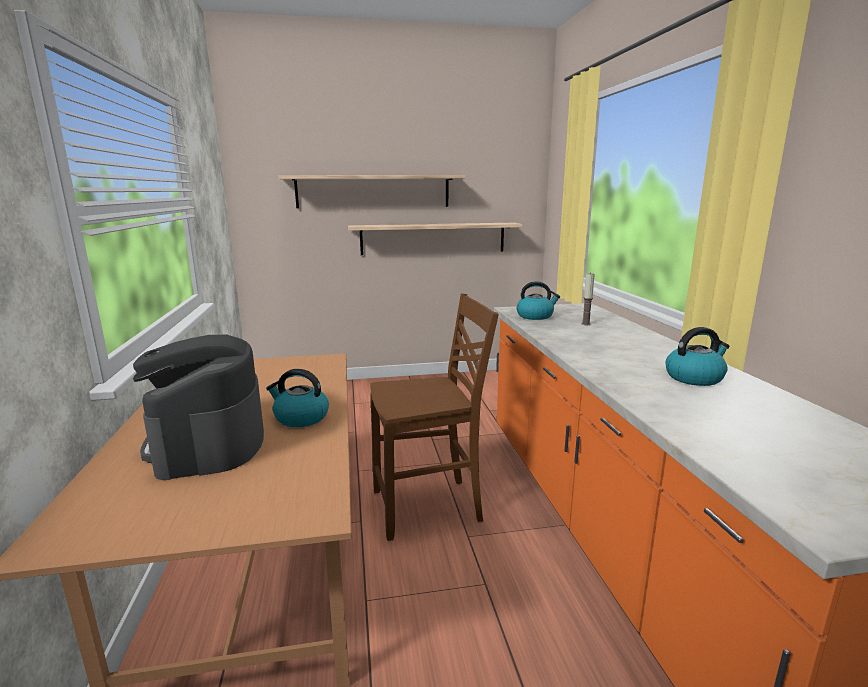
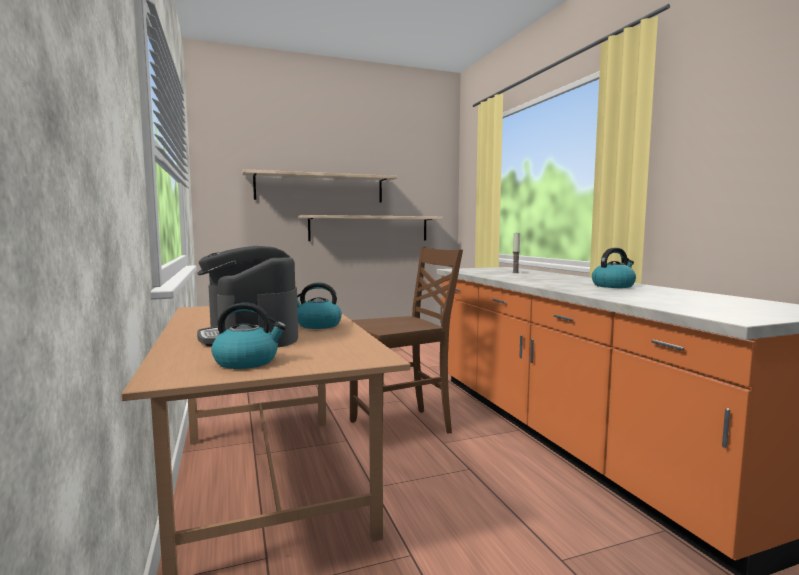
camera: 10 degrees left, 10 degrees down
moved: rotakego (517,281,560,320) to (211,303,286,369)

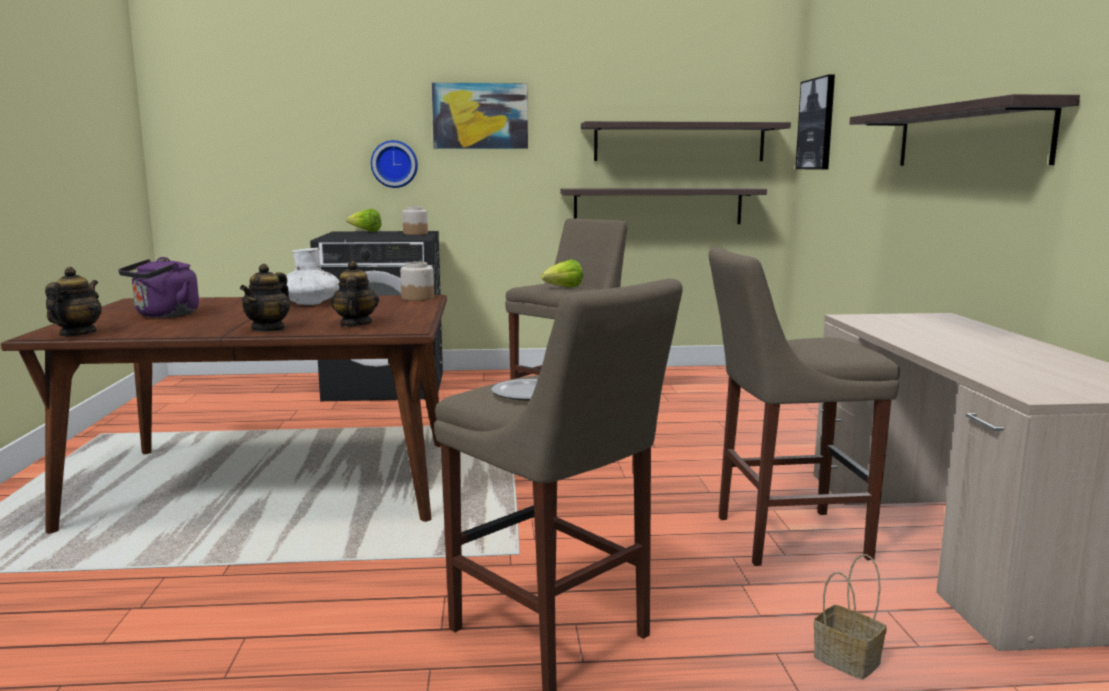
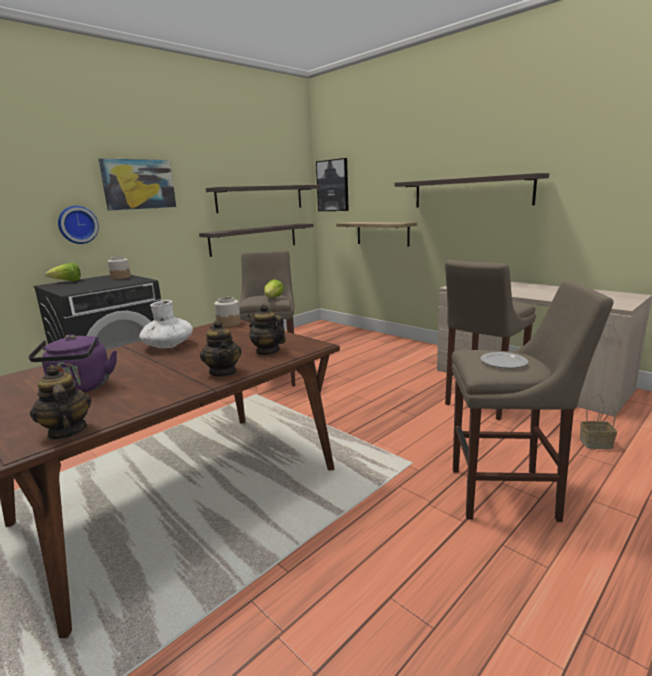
camera: 40 degrees left, 5 degrees up
added: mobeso (336,222,417,246)

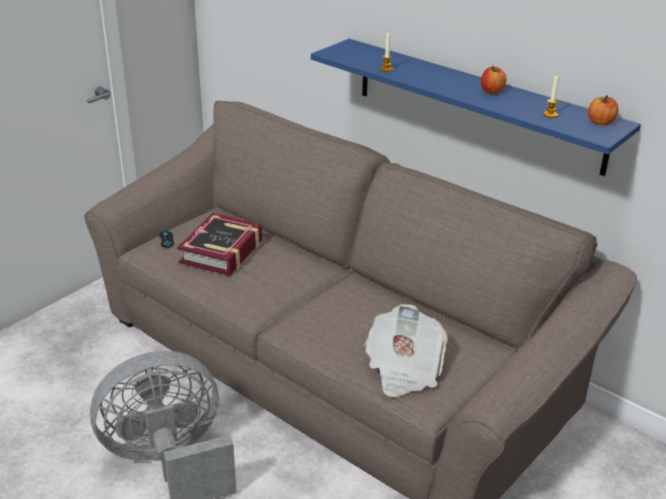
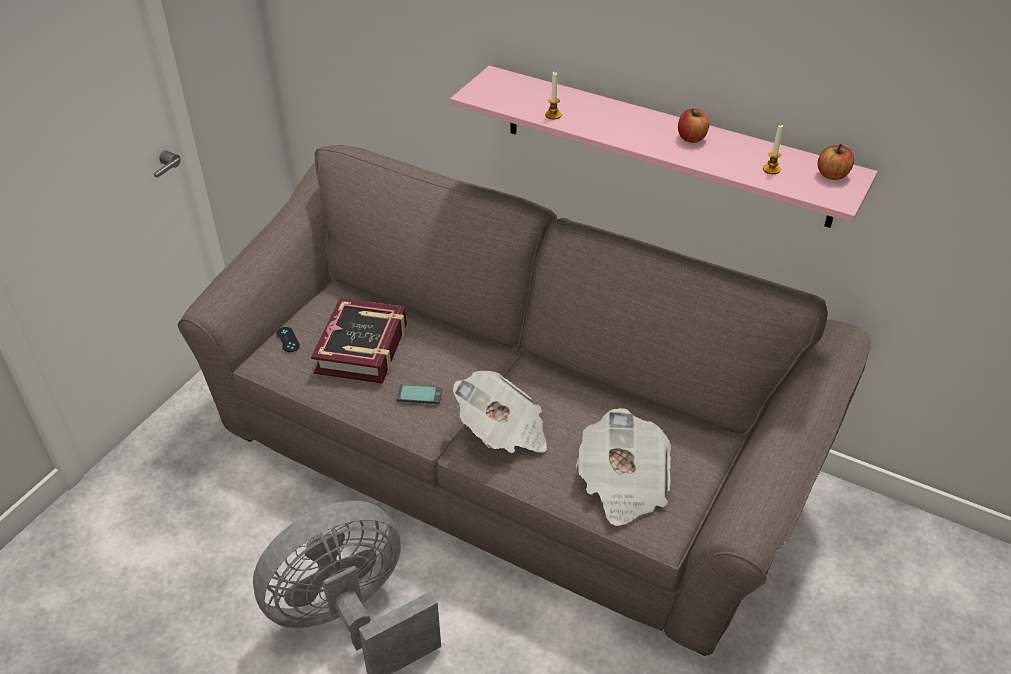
camera: 10 degrees left, 10 degrees up
added: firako (396,385,442,404); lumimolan (453,371,547,453)
recoloured: blue_mobeso (311,39,641,176) to pink_mobeso (450,66,878,228)

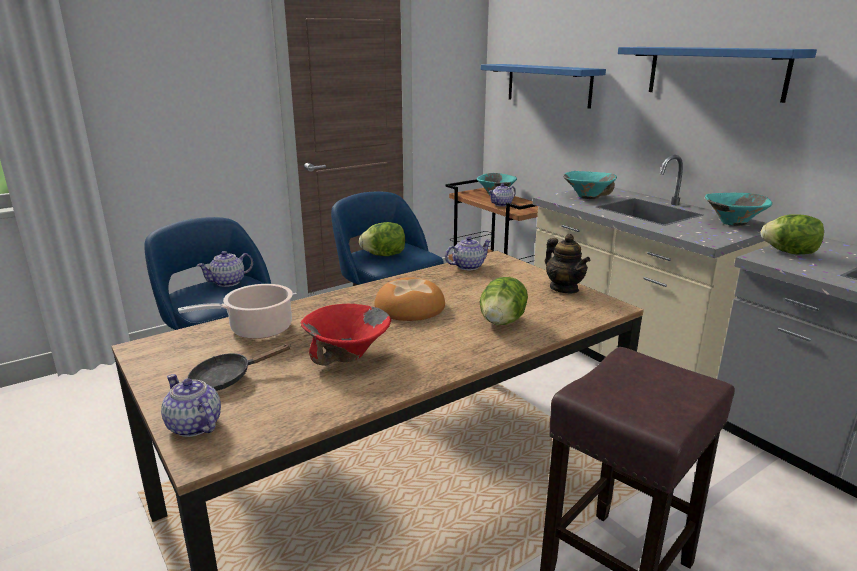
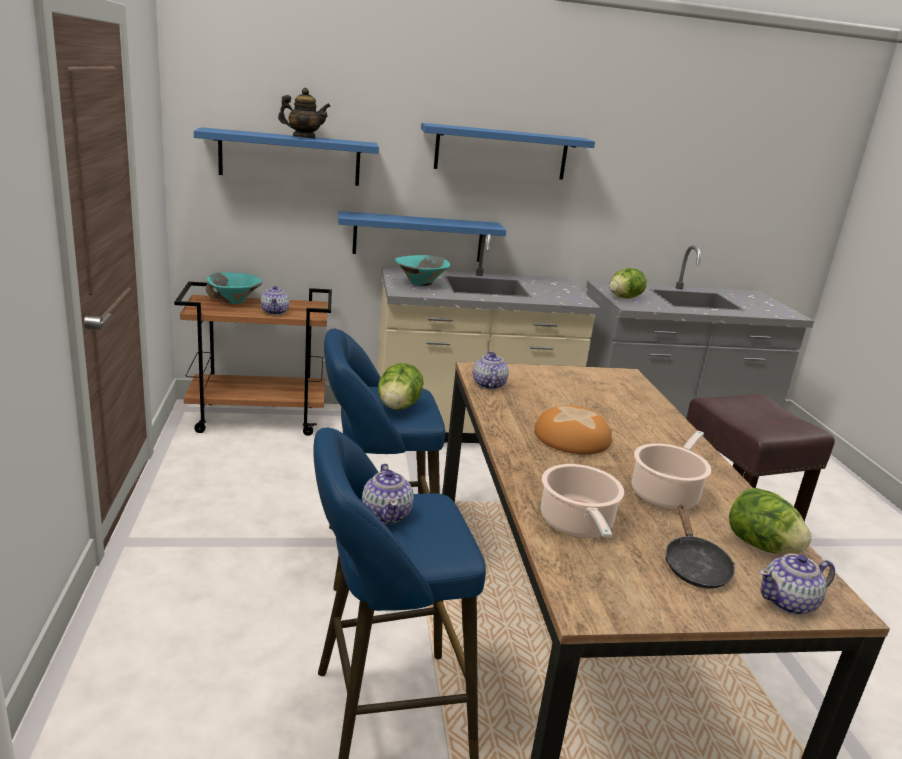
camera: 65 degrees left, 0 degrees up
removed: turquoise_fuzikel (705,193,772,226)
added: blue_mobeso (338,211,506,262)
moved: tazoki (480,277,528,325) to (729,488,812,554); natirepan (545,234,590,293) to (278,88,331,138)
replaced: red_fuzikel (301,304,391,366) to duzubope (632,431,711,510)

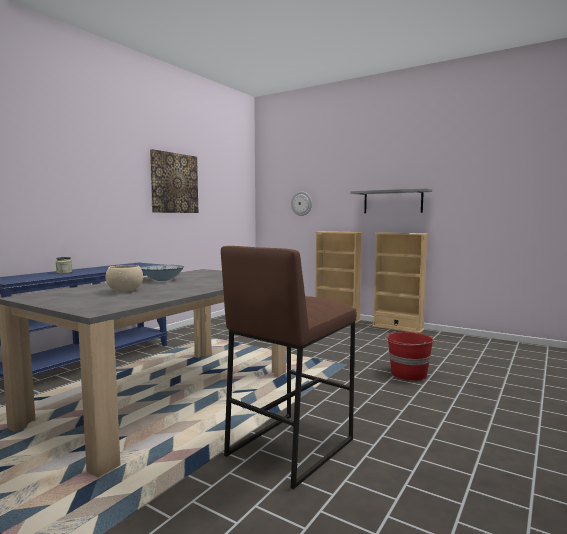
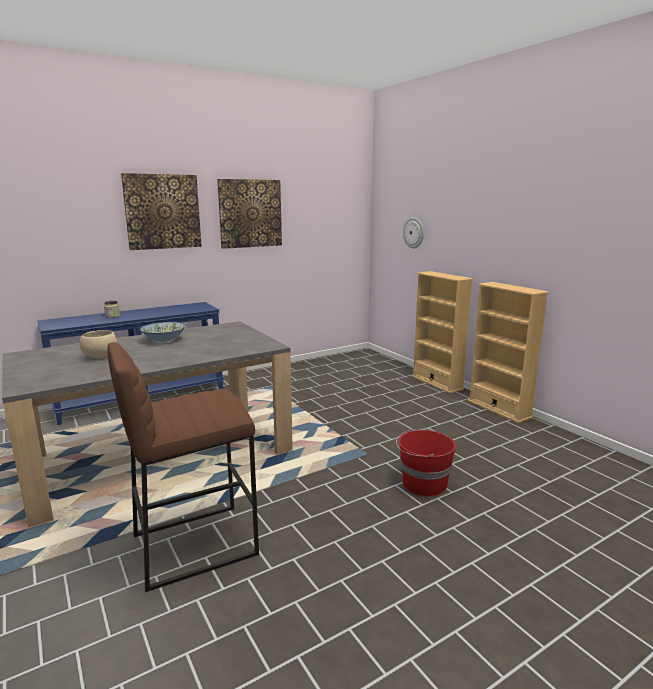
camera: 25 degrees right, 10 degrees up
removed: grey_mobeso (350,188,432,213)
added: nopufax (121,173,202,250)

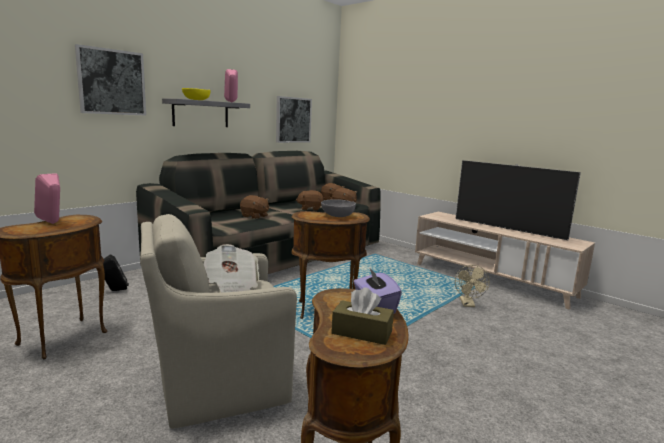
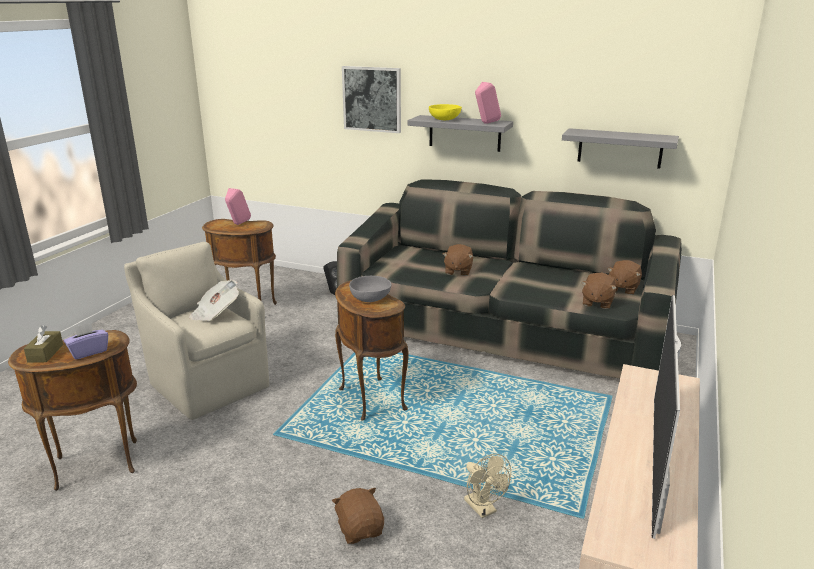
camera: 70 degrees right, 10 degrees up
moved: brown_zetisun (296,190,324,211) to (332,488,384,544)
replaced: nopufax (276,96,312,143) to grey_mobeso (562,128,679,169)
turned: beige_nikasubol (455,265,489,307) = (464,454,511,518) 105 degrees counterclockwise

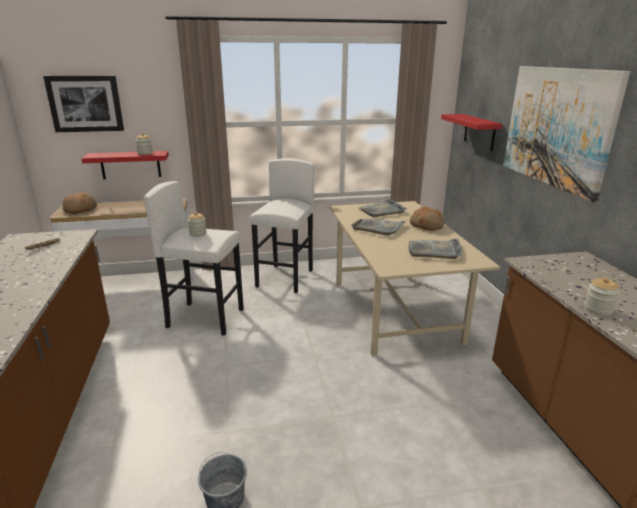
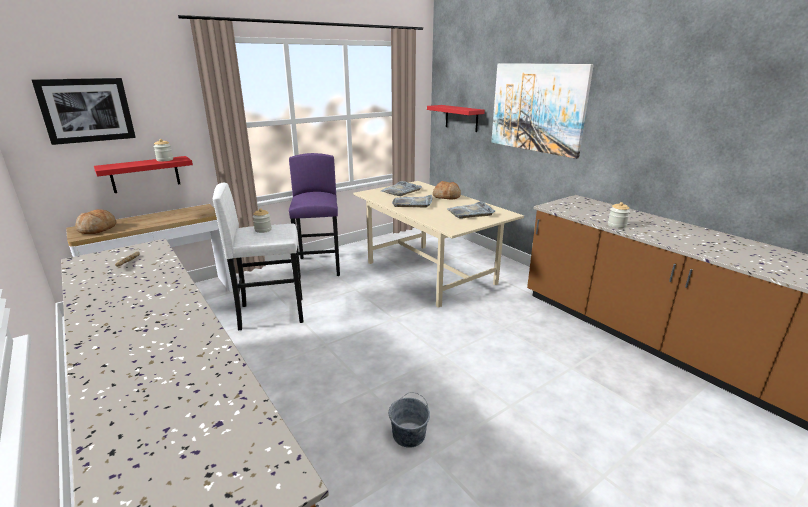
camera: 25 degrees left, 0 degrees up
recoloured: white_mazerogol (250,158,314,293) to purple_mazerogol (289,153,340,278)

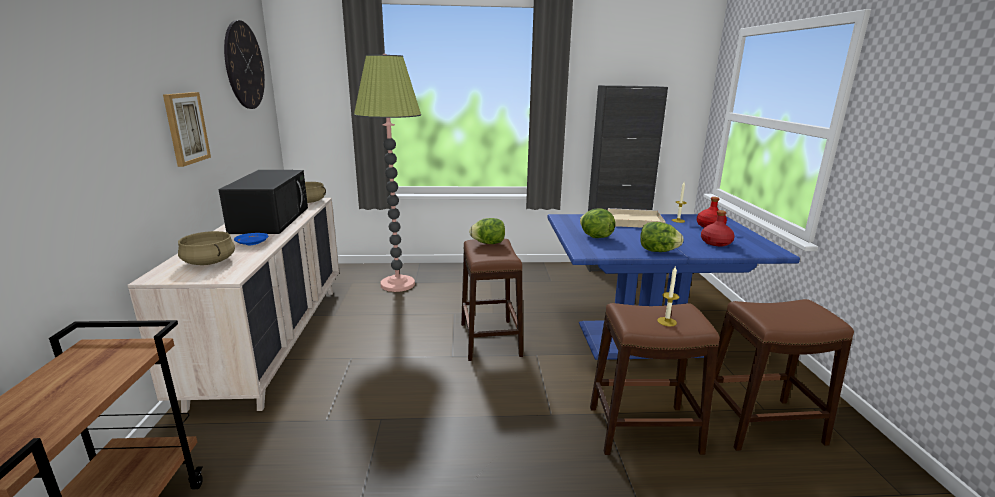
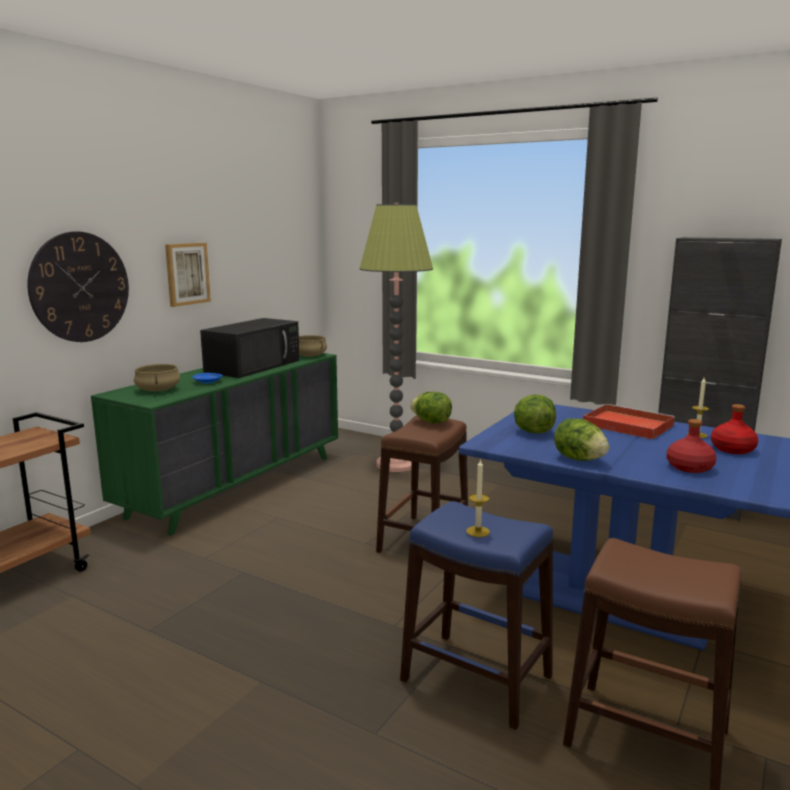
camera: 35 degrees right, 5 degrees down
moved: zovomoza (224,20,265,109) to (27,231,129,342)
recoloured: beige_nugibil (128,198,339,413) to green_nugibil (91,353,338,536); brown_mazerogol (590,303,720,455) to blue_mazerogol (400,501,553,730); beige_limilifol (608,208,666,228) to red_limilifol (583,404,675,439)

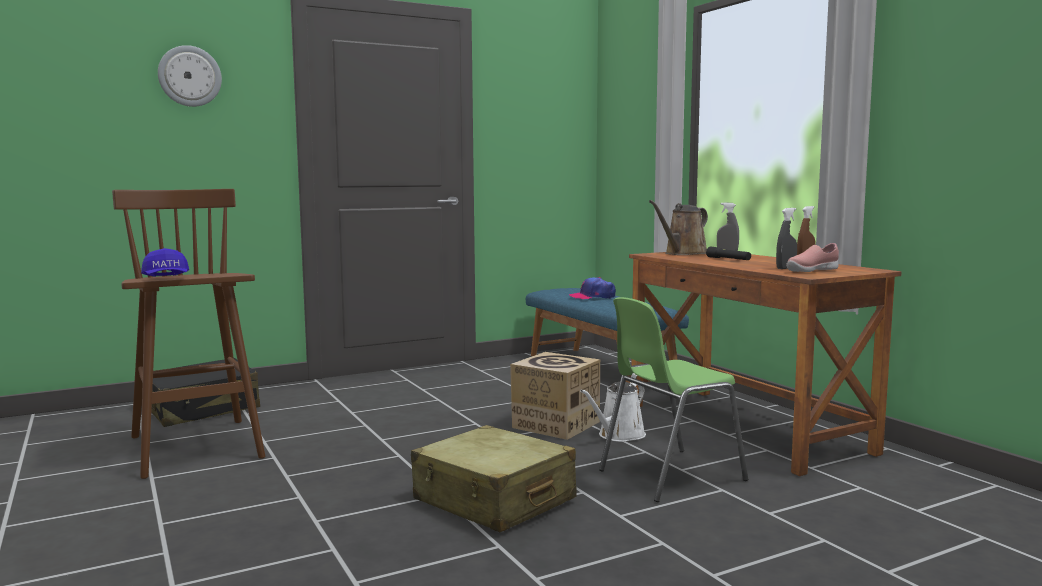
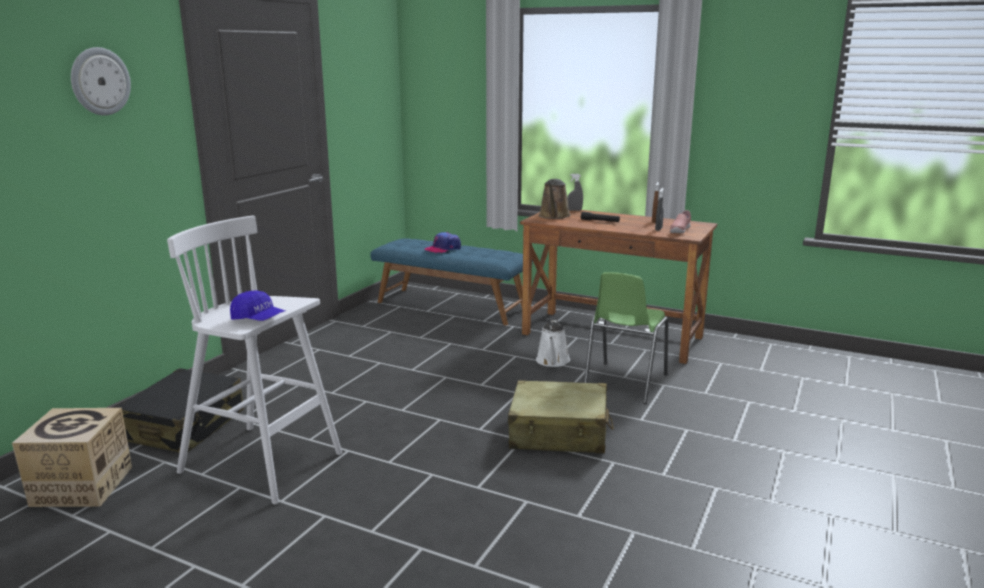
camera: 35 degrees left, 10 degrees up
moved: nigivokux (510,352,600,440) to (12,408,132,507)
recoloured: brown_mazerogol (112,189,265,479) to white_mazerogol (167,216,342,504)

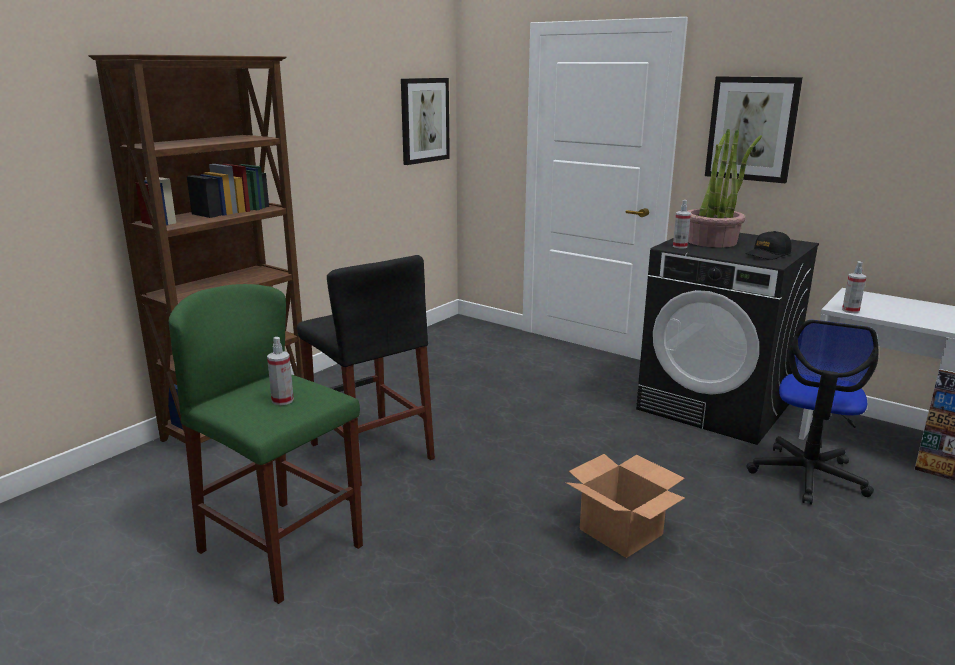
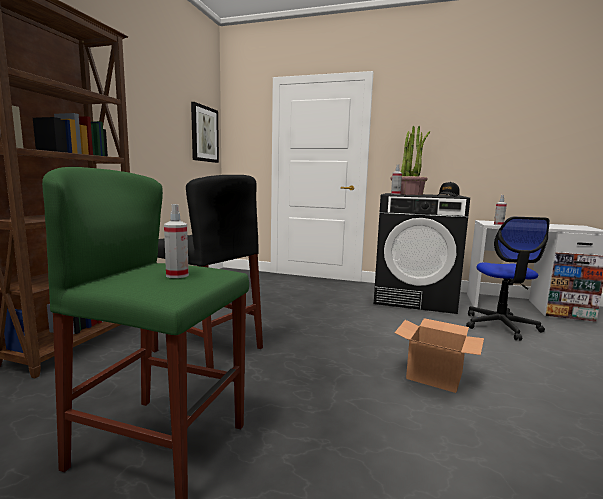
camera: 20 degrees left, 10 degrees down
removed: nopufax (705,76,803,183)

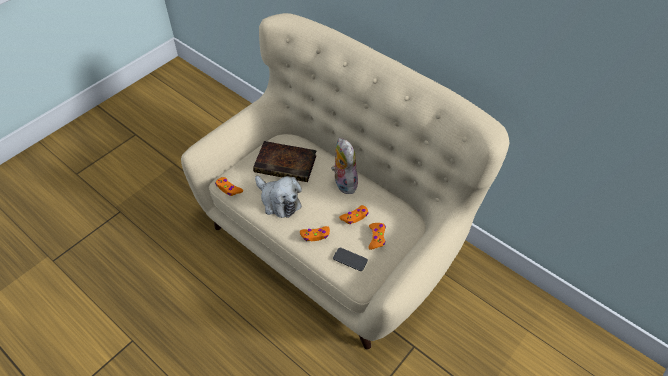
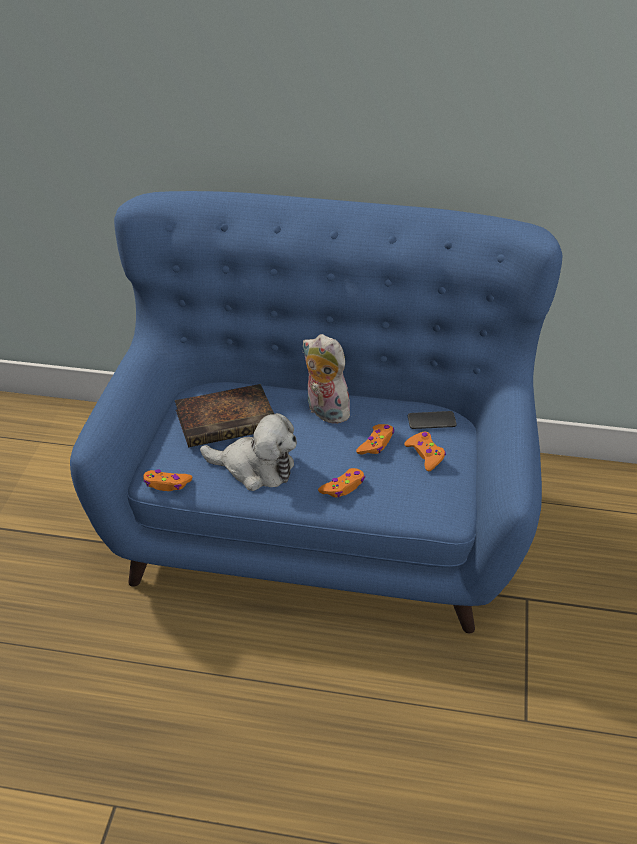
camera: 30 degrees left, 10 degrees down
moved: firako (333,247,368,271) to (408,411,457,429)
recoloured: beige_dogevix (181,13,510,349) to blue_dogevix (70,191,563,633)

